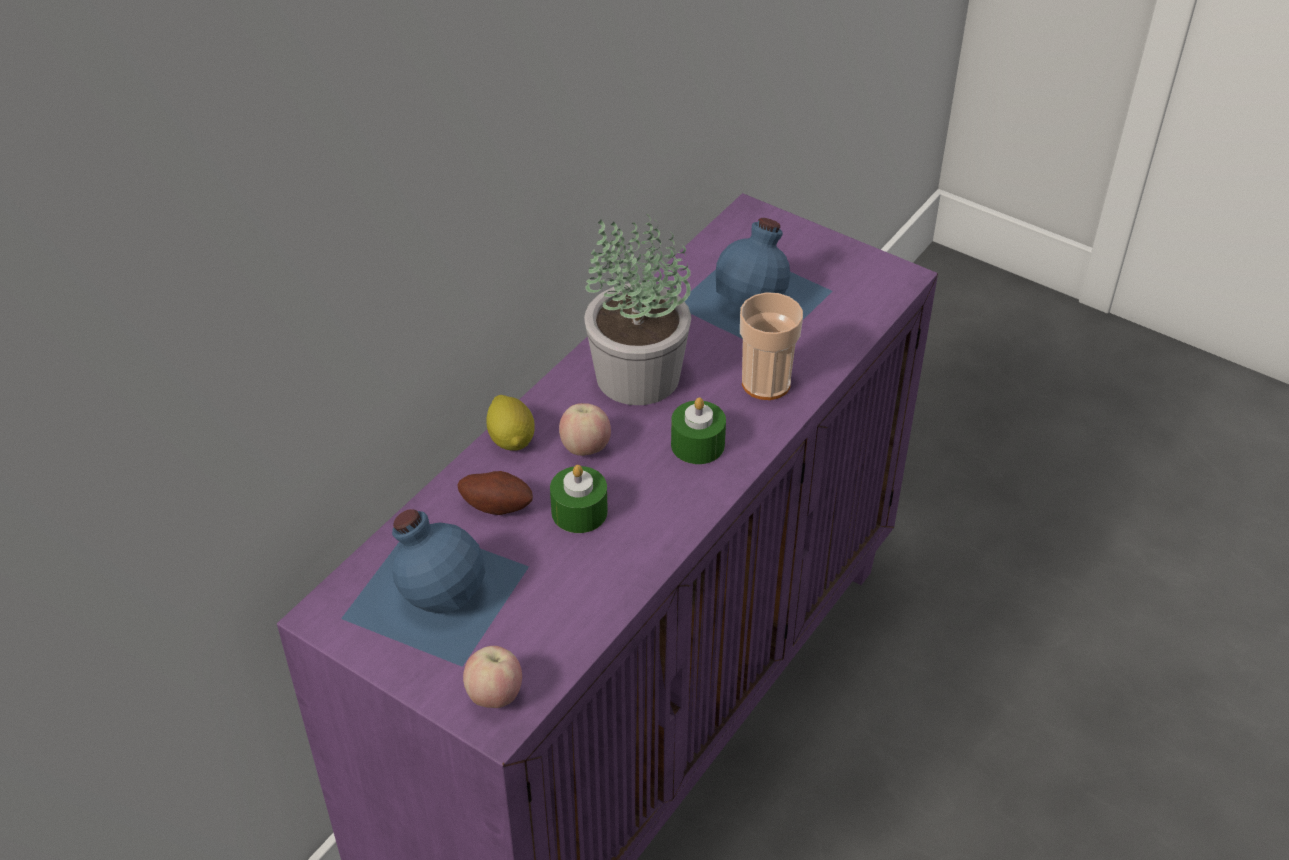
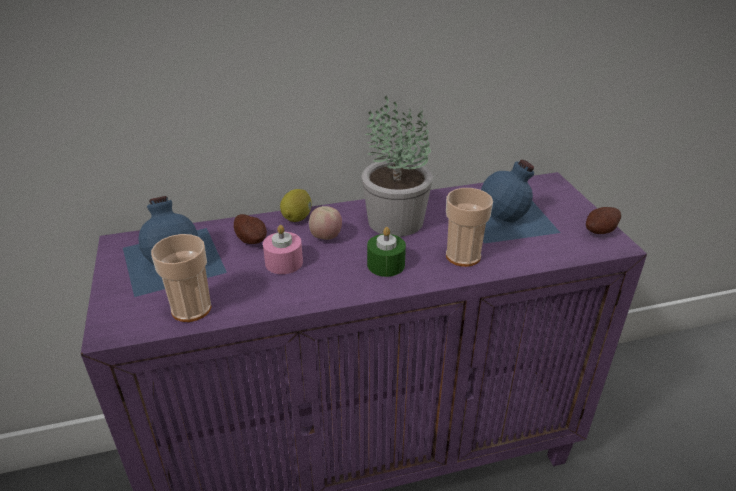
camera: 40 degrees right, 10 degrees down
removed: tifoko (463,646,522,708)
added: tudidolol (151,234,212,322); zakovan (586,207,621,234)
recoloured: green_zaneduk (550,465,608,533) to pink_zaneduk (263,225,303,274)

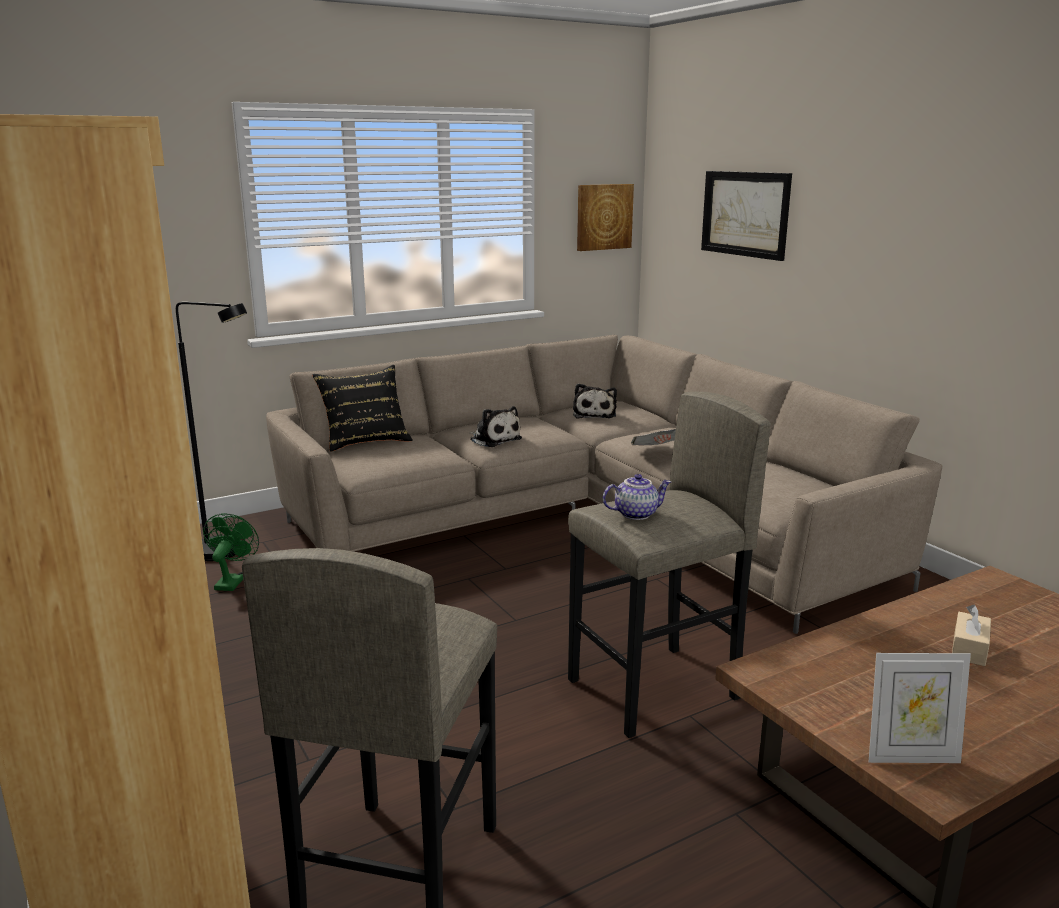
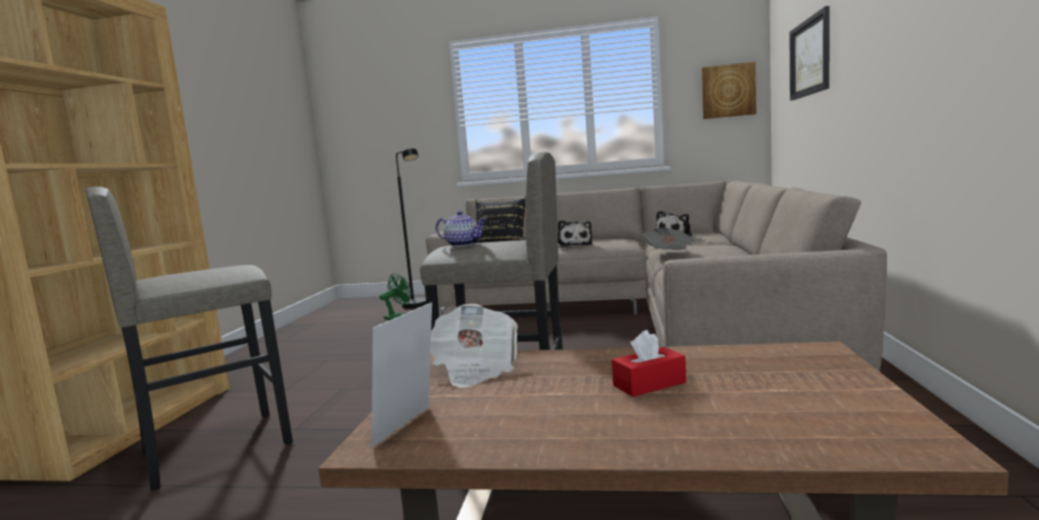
camera: 40 degrees right, 10 degrees down
added: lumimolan (430,304,518,388)
recoloured: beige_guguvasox (952,605,991,666) to red_guguvasox (612,330,686,397)
turned: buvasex (869,653,971,763) = (371,302,432,447) 75 degrees clockwise

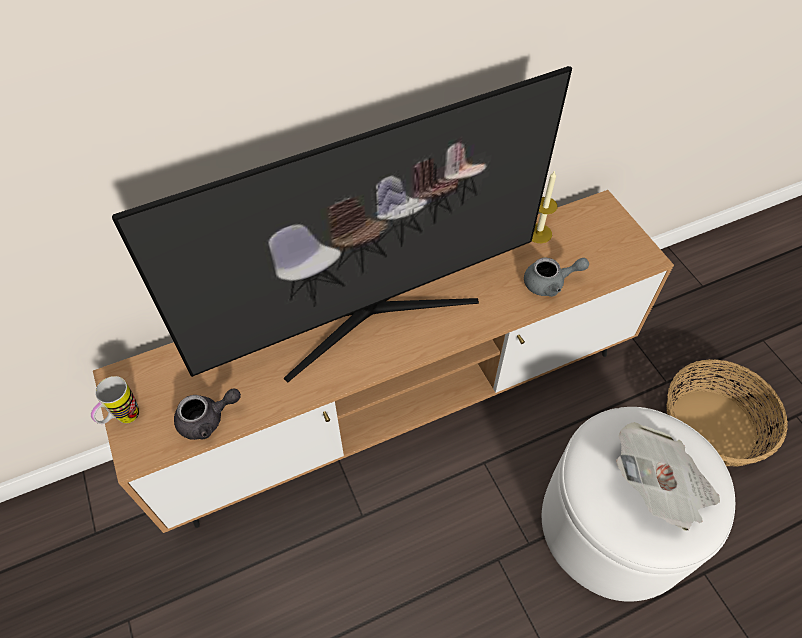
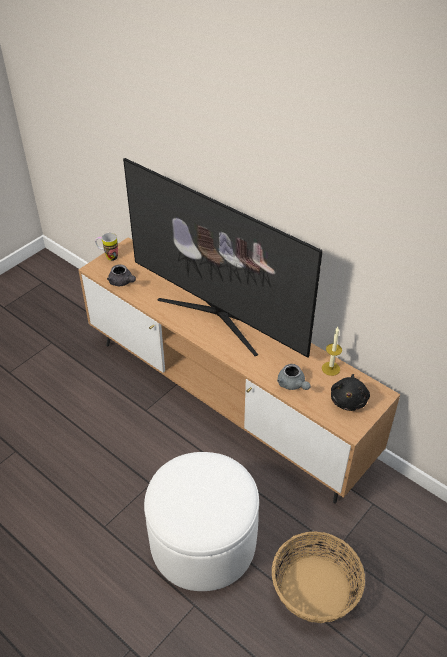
camera: 65 degrees right, 10 degrees down
removed: lumimolan (616,422,720,531)
added: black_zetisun (331,374,370,411)

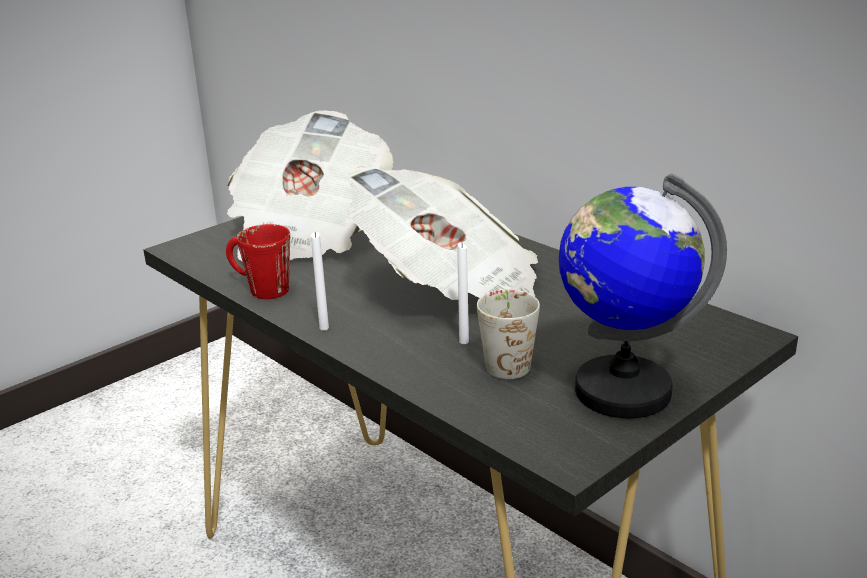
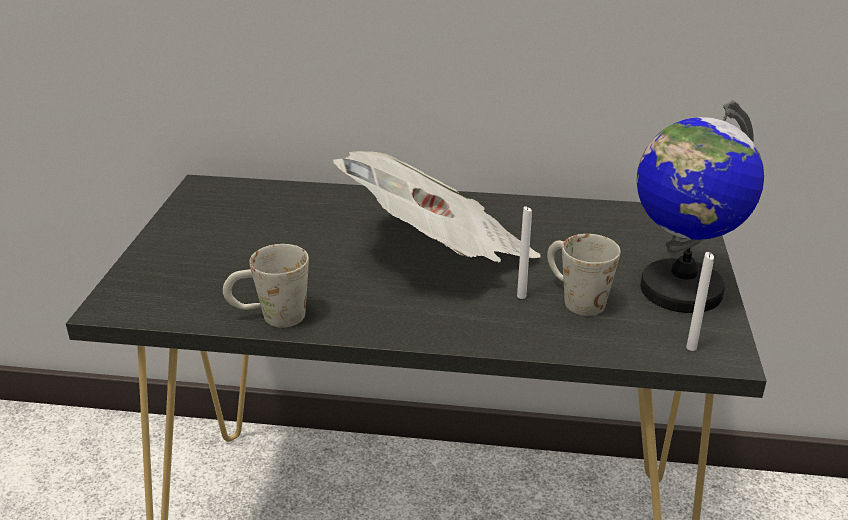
camera: 40 degrees left, 5 degrees up
removed: lumimolan (227,110,393,262)
moved: white_zaneduk (311,232,329,331) to (686,252,714,351)
recoloured: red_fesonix (226,224,290,299) to white_fesonix (223,244,309,328)

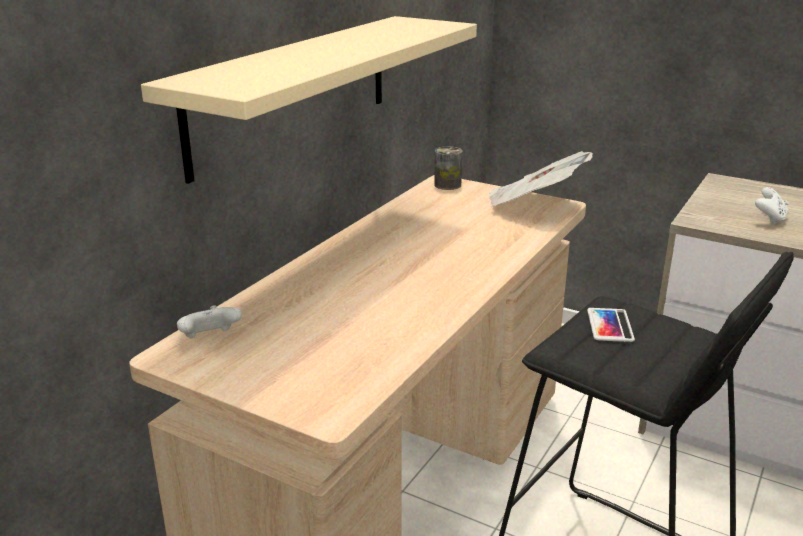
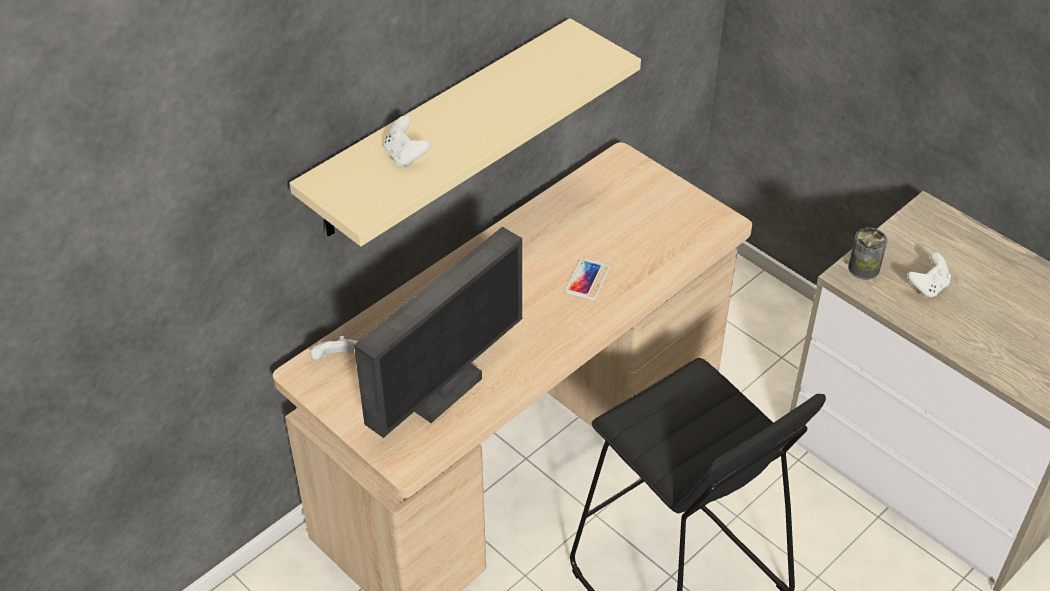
camera: 15 degrees right, 20 degrees up
removed: lumimolan (489,151,593,207)
added: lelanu (354,227,522,438); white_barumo (384,116,431,168)
moved: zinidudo (434,146,462,190) to (848,228,888,280); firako (587,308,635,342) to (565,258,610,300)

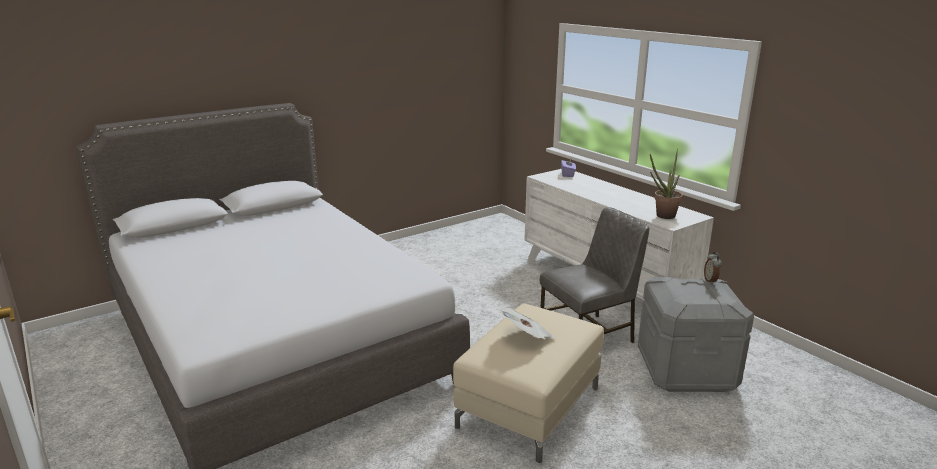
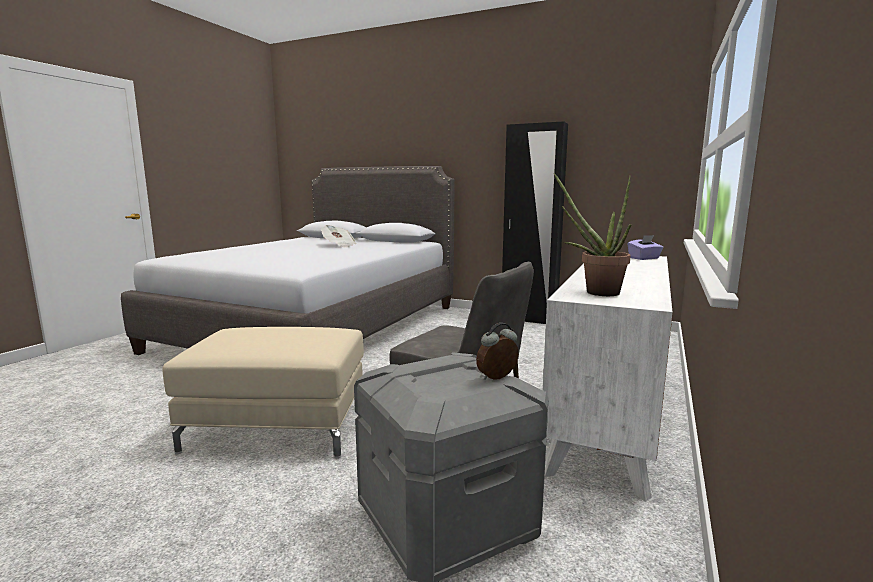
camera: 60 degrees right, 10 degrees down
added: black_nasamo (502,121,568,324)
moved: lumimolan (500,308,556,340) to (321,225,356,248)

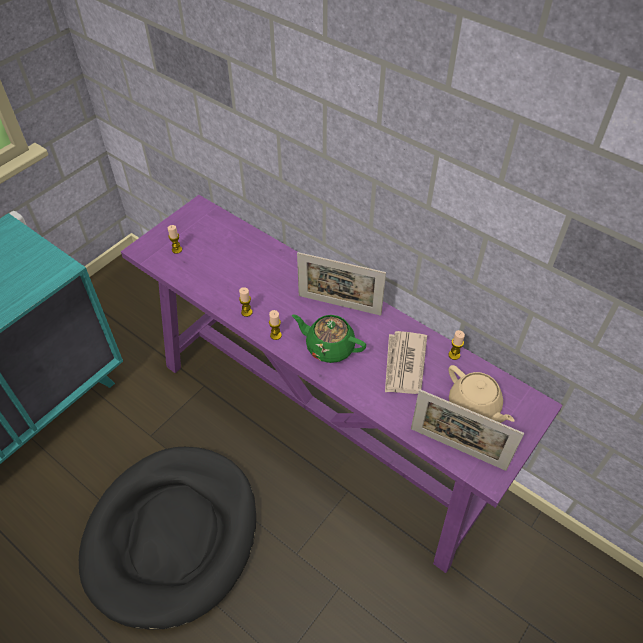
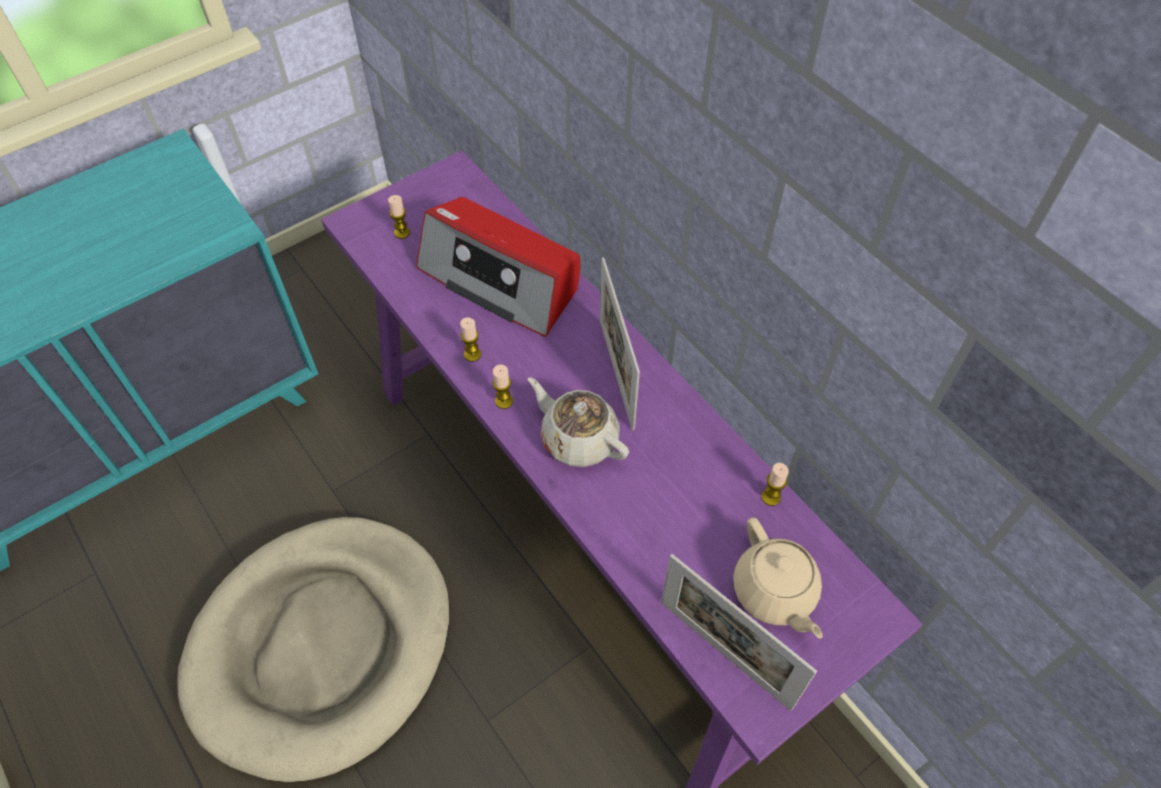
camera: 15 degrees right, 5 degrees up
removed: lumimolan (385,331,427,394)
added: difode (416,197,580,337)
recoloured: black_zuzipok (79,447,256,630) to beige_zuzipok (177,517,450,782); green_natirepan (292,314,366,363) to beige_natirepan (528,377,629,467)
turned: buvasex (297,252,386,316) = (600,258,640,430) 45 degrees clockwise

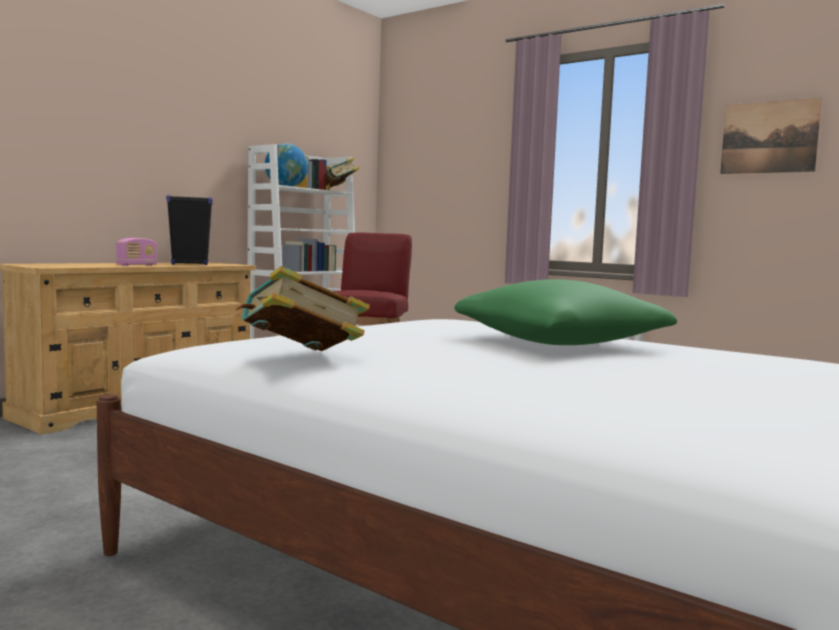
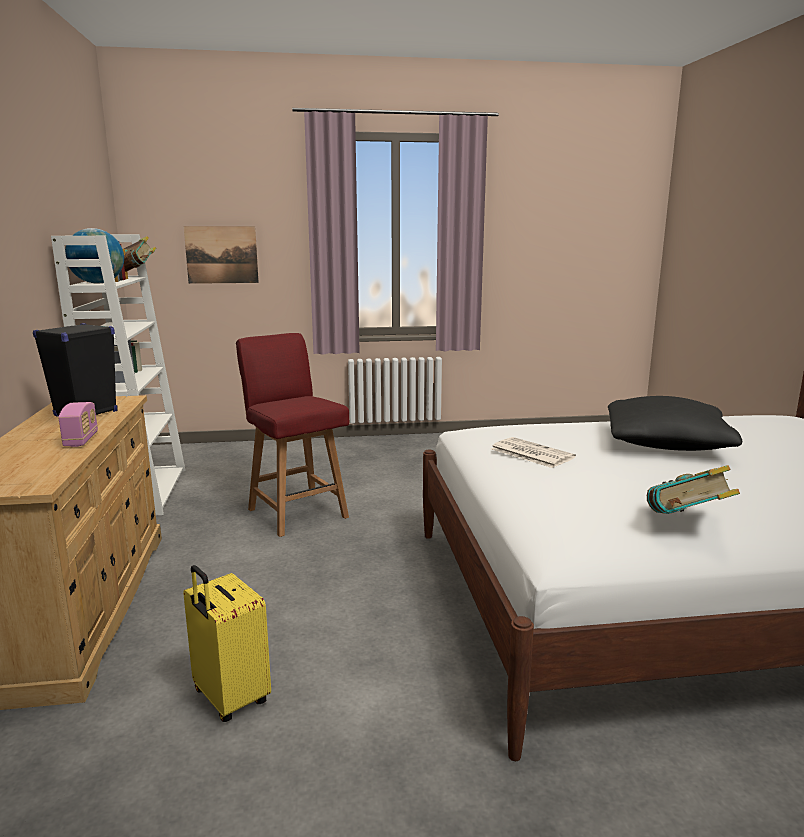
camera: 45 degrees left, 10 degrees up
added: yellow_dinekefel (183,565,271,722); lumimolan (491,437,576,468)
moved: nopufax (720,97,822,174) to (184,226,259,284)
recoloured: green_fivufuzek (454,279,677,345) to black_fivufuzek (608,396,742,451)

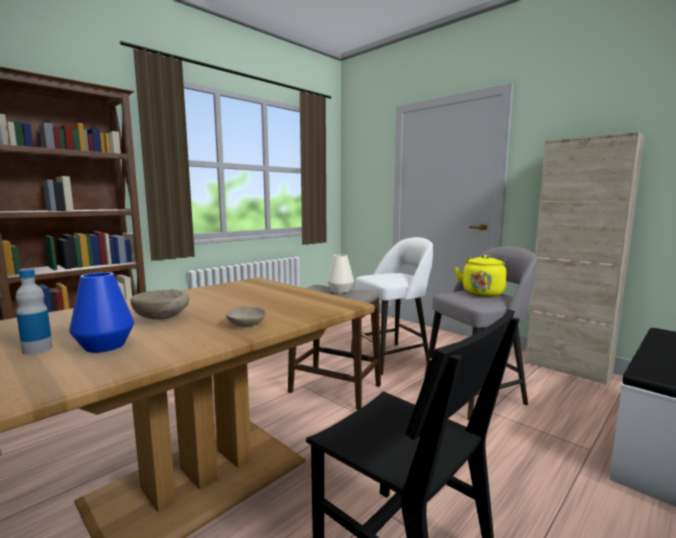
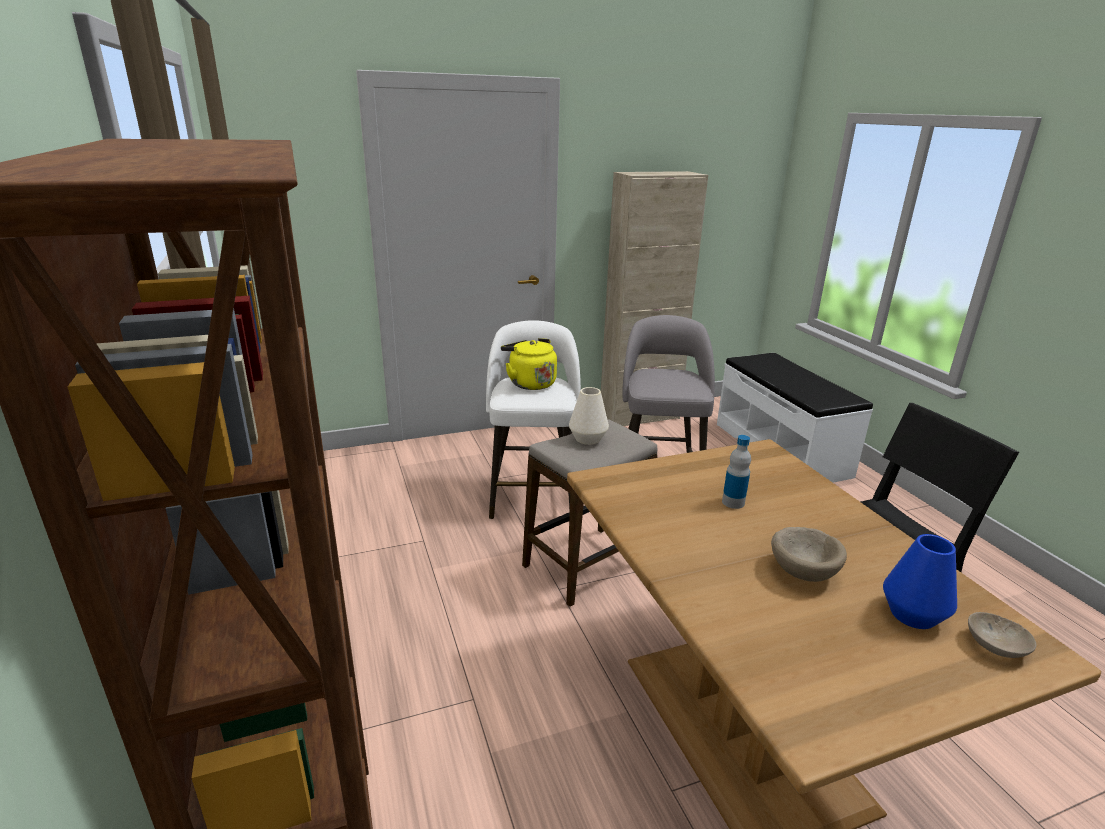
camera: 65 degrees left, 15 degrees up
moved: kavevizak (16,269,53,354) to (722,435,751,509); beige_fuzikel (226,307,266,327) to (968,612,1036,658); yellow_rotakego (455,255,507,297) to (501,338,557,390)

